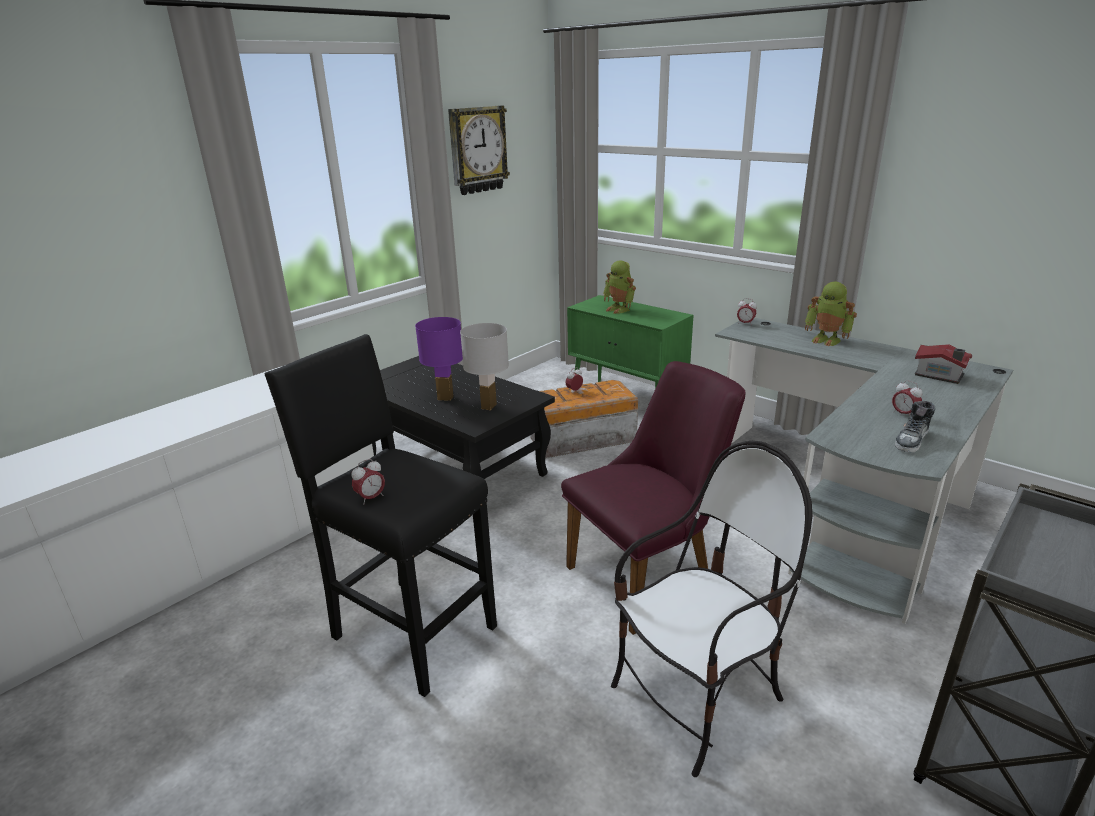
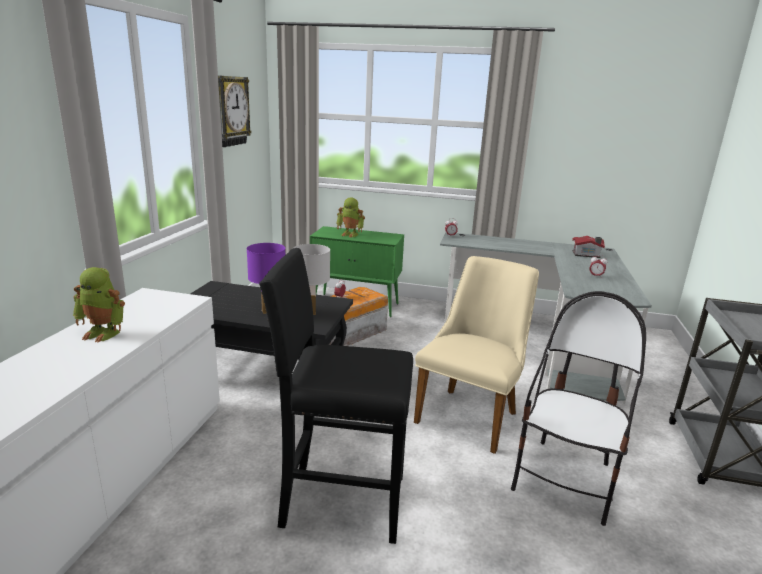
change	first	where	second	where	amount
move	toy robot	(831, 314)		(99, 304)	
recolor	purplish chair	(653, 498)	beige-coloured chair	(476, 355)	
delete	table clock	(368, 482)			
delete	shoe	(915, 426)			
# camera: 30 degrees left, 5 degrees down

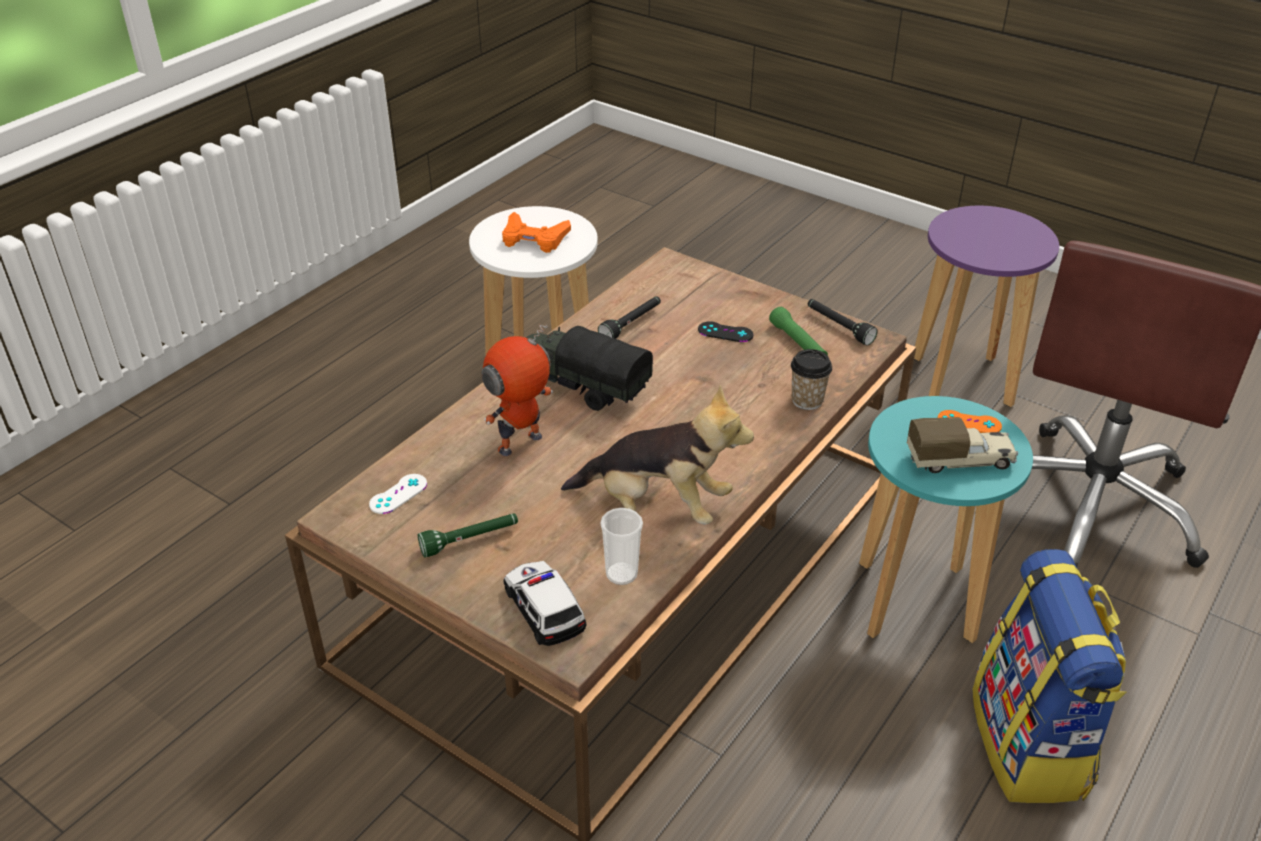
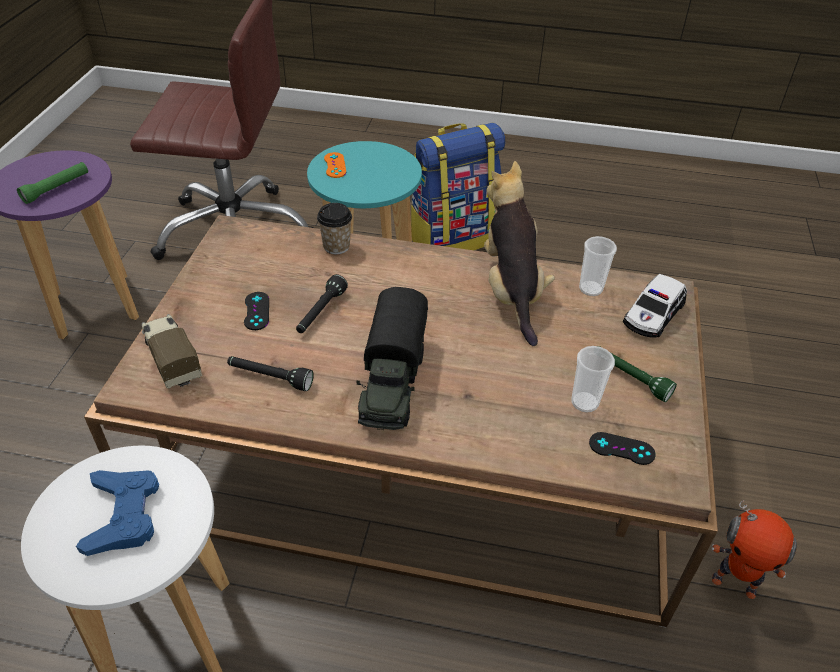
change	first	where	second	where	amount
move	green-coloured flashlight	(798, 331)		(52, 183)	
recolor	orangey gamepad	(536, 232)	blue gamepad	(117, 513)	
move	toy truck	(962, 445)		(172, 351)	
move	blackish flashlight	(842, 322)		(322, 303)	
insert			small cup	(593, 379)	
recolor	white gamepad	(398, 494)	blackish gamepad	(622, 448)	
move	toy robot	(517, 390)		(754, 549)	
# camera: 115 degrees left, 5 degrees up

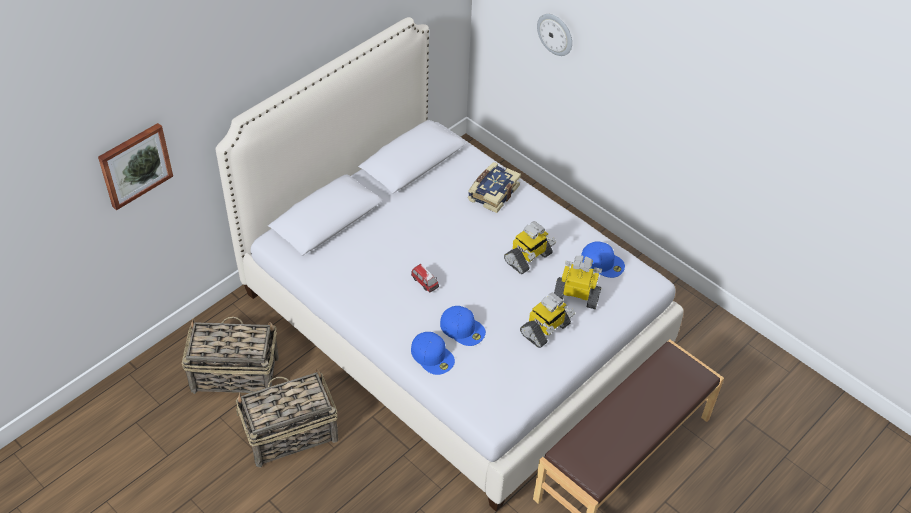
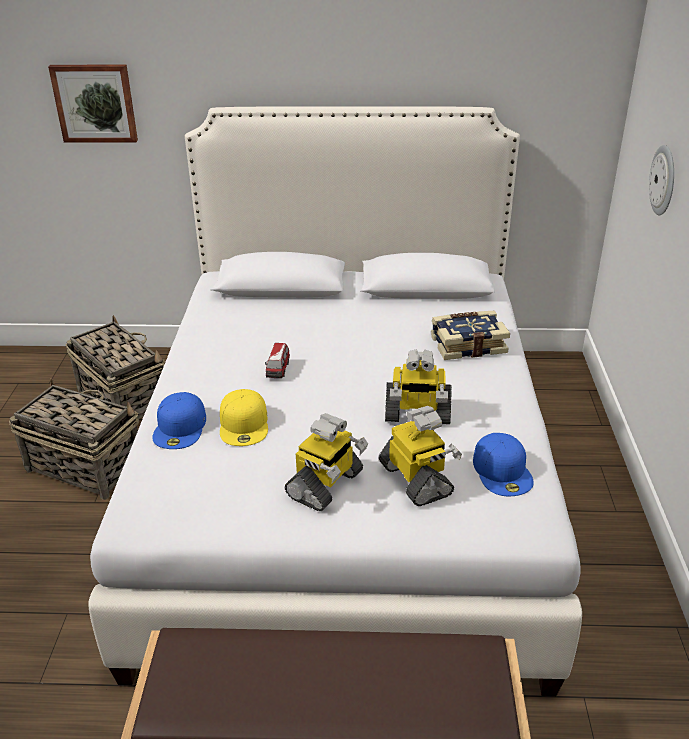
change	first	where	second	where	amount
recolor	blue peaked cap	(463, 326)	yellowish peaked cap	(244, 417)	
rotate	toy robot	(547, 320)		(326, 462)	60 degrees counterclockwise
# camera: 50 degrees right, 15 degrees down

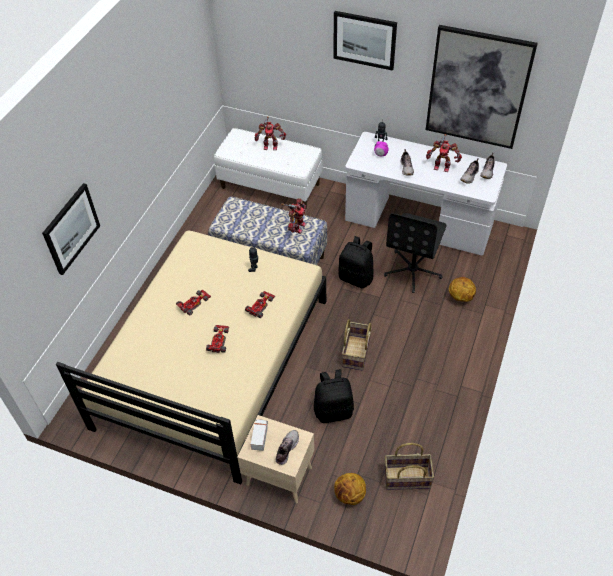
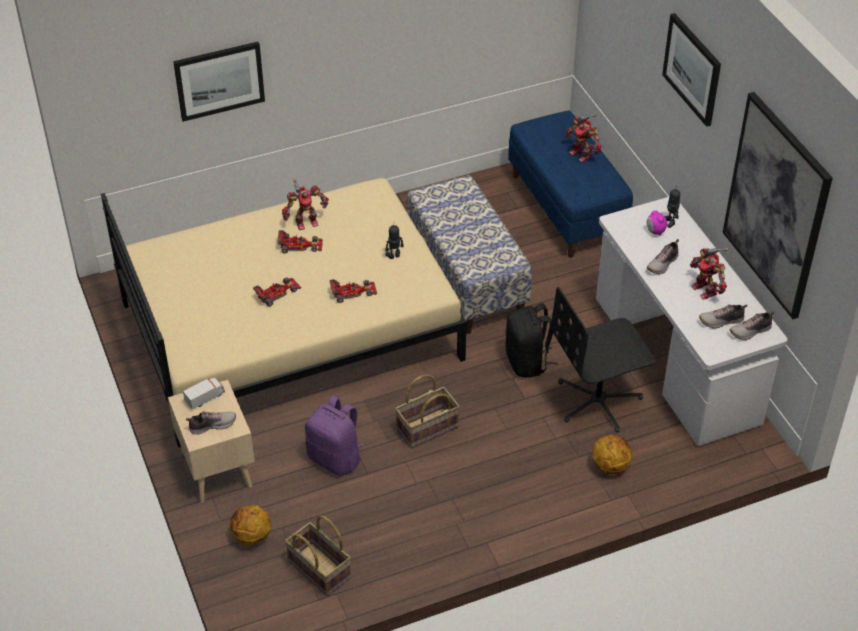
change	first	where	second	where	amount
move	toy robot	(293, 216)		(305, 204)	
recolor	blackish knapsack	(334, 396)	purplish knapsack	(334, 435)	
recolor	white long seat	(268, 169)	blue long seat	(570, 184)	
# camera: 45 degrees right, 5 degrees down

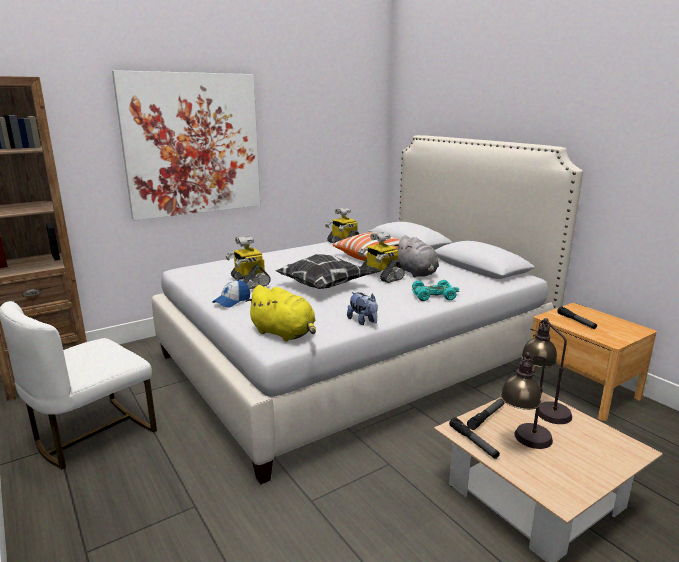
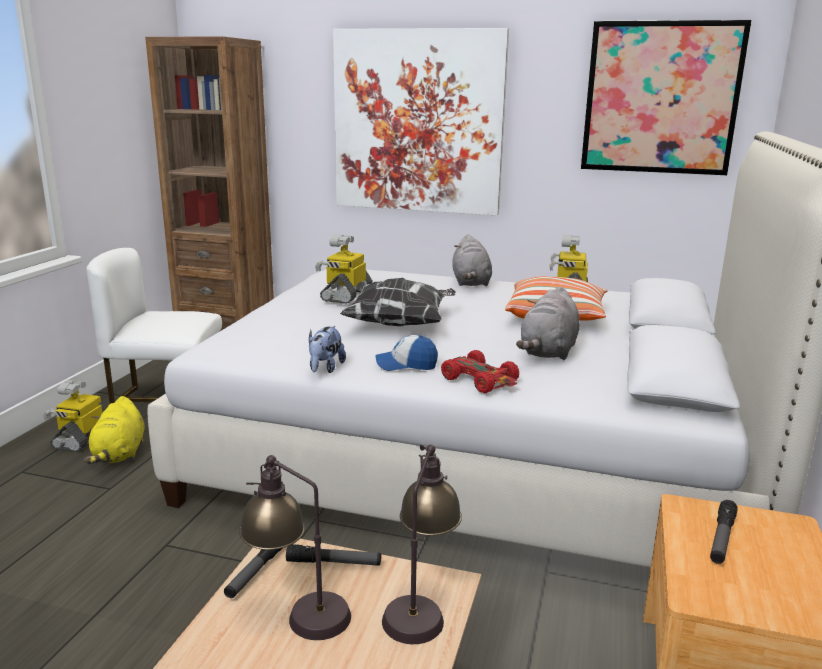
change	first	where	second	where	amount
move	toy robot	(381, 257)		(74, 416)	
move	yellowish soft toy	(280, 313)		(114, 430)	
move	peaked cap	(231, 293)		(406, 353)	
recolor	turquoise toy car	(436, 290)	red toy car	(480, 371)	
insert			gray soft toy	(472, 260)	
insert			wall art	(666, 97)	
# camera: 50 degrees right, 0 degrees up

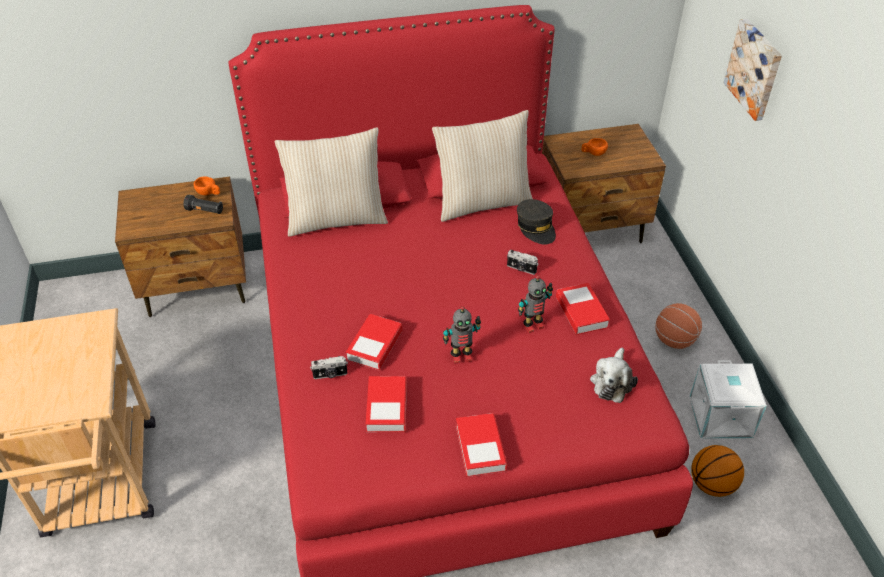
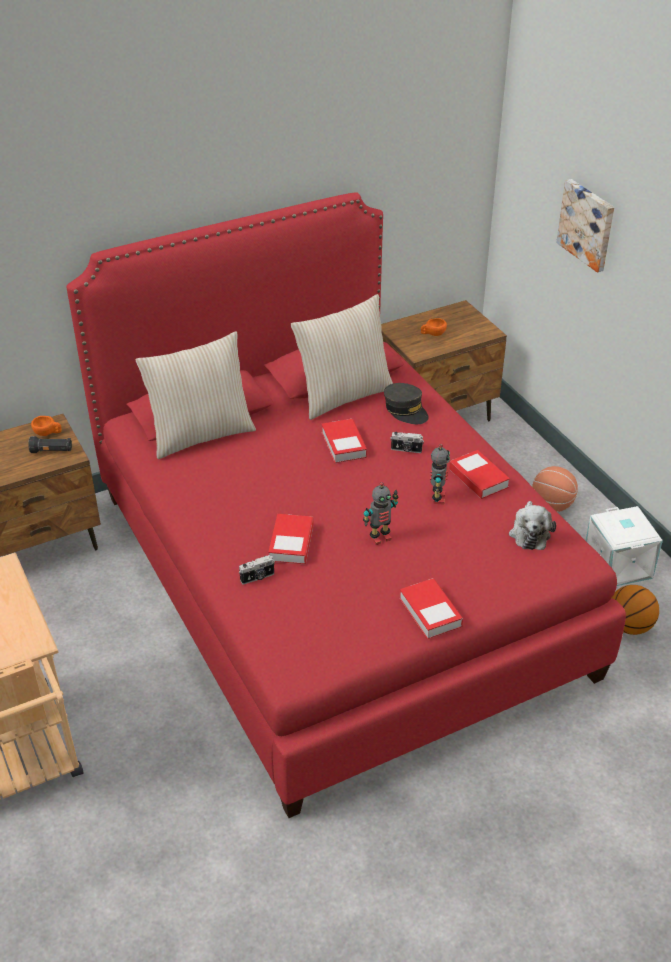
change	first	where	second	where	amount
move	bound book	(386, 404)		(344, 441)	
rotate	toy robot	(535, 304)		(440, 474)	45 degrees counterclockwise
# camera: 15 degrees left, 5 degrees down

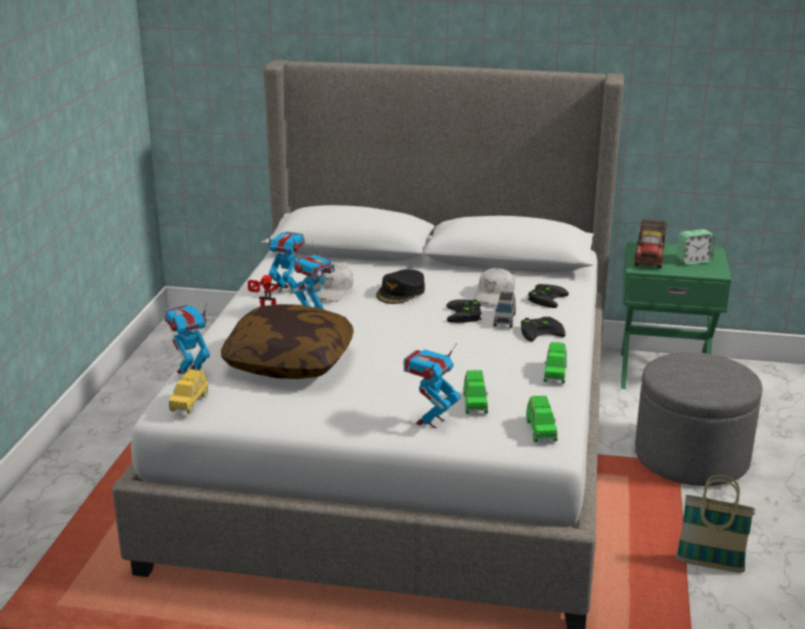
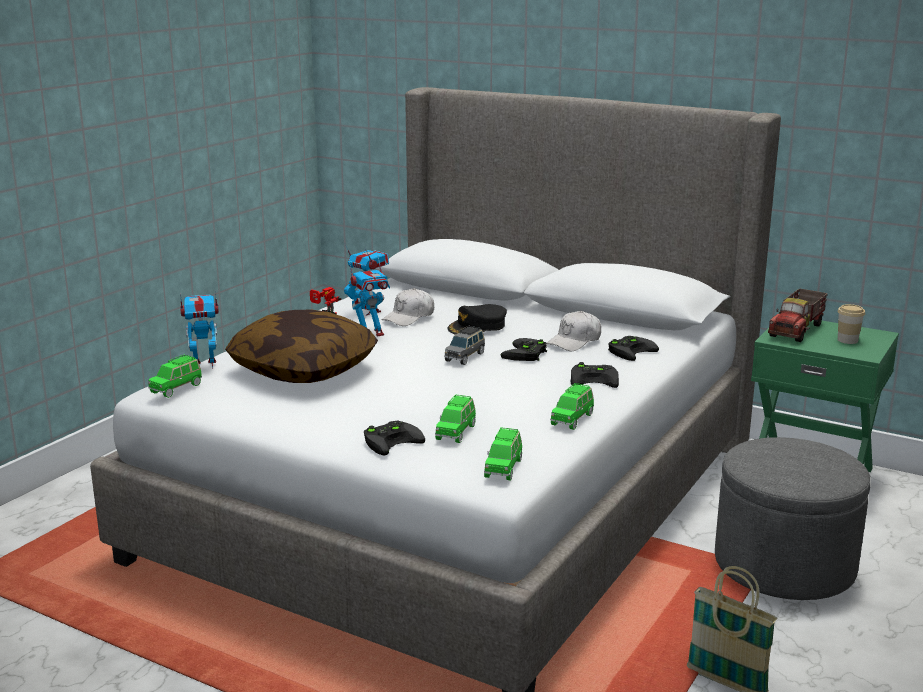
change	first	where	second	where	amount
recolor	yellowish toy car	(188, 391)	green-coloured toy car	(175, 376)	
replace	toy robot	(431, 385)	blackish gamepad	(394, 437)	
move	gray toy car	(505, 309)		(464, 345)	
replace	table clock	(695, 247)	small cup	(851, 324)	
# camera: 20 degrees right, 5 degrees down

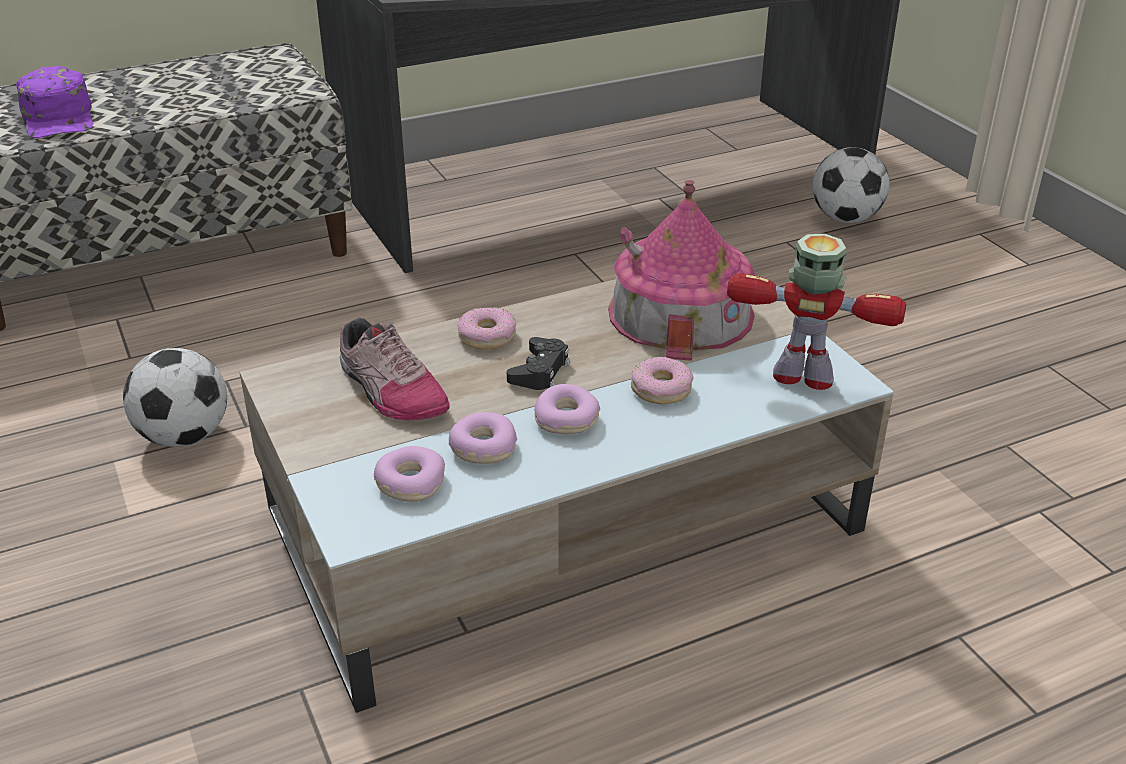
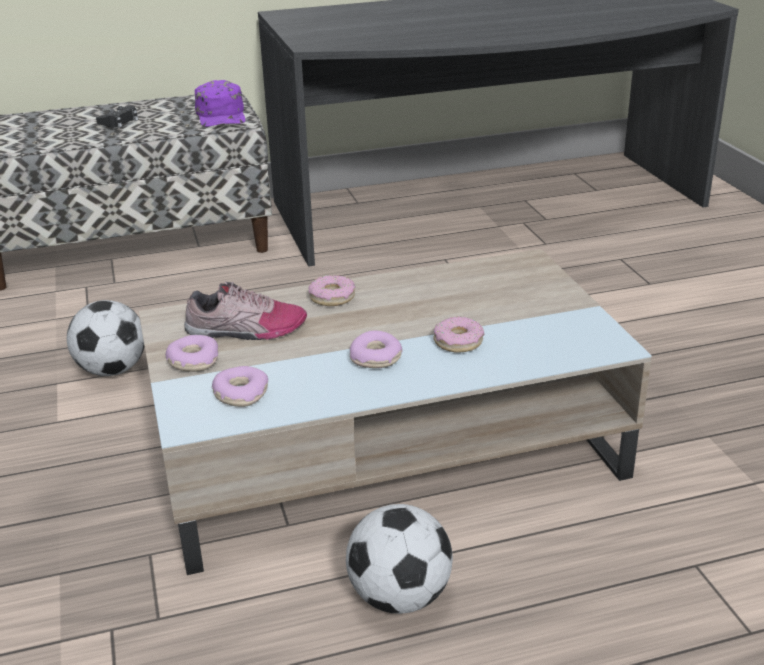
change	first	where	second	where	amount
move	blackish gamepad	(538, 363)		(117, 117)	
move	ring doughnut	(483, 438)		(192, 353)	
rotate	shoe	(394, 369)		(245, 310)	60 degrees counterclockwise
move	purplish peaked cap	(54, 102)		(220, 103)	
move	football	(851, 185)		(399, 559)	
delete	toy house	(681, 270)			
delete	toy robot	(817, 312)			
# camera: 10 degrees right, 5 degrees down

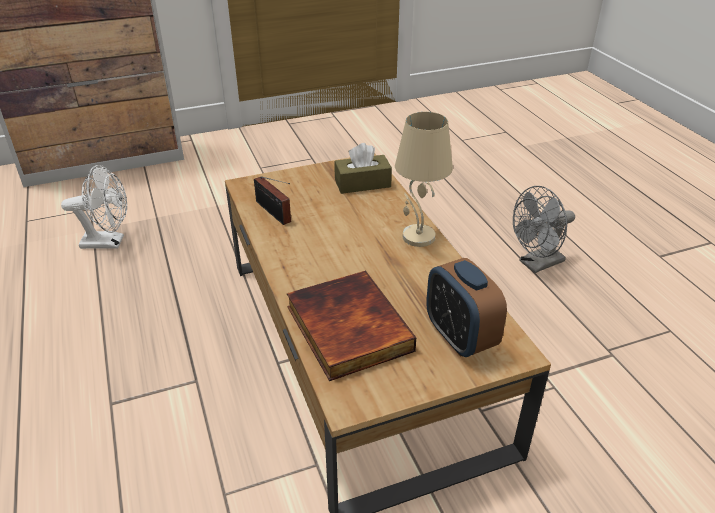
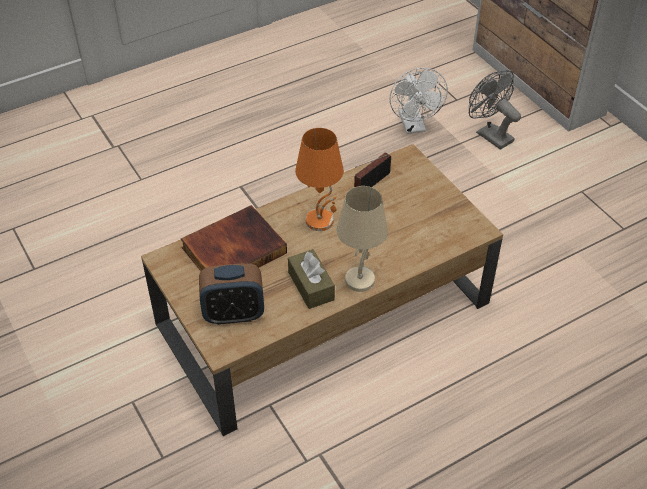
change	first	where	second	where	amount
rotate	table clock	(466, 307)		(231, 294)	150 degrees counterclockwise
move	brownish tissue holder	(363, 168)		(311, 279)	
insert			orangey tabletop lamp	(319, 179)	
move	gray electric fan	(544, 229)		(495, 110)	
# camera: 80 degrees right, 10 degrees up

